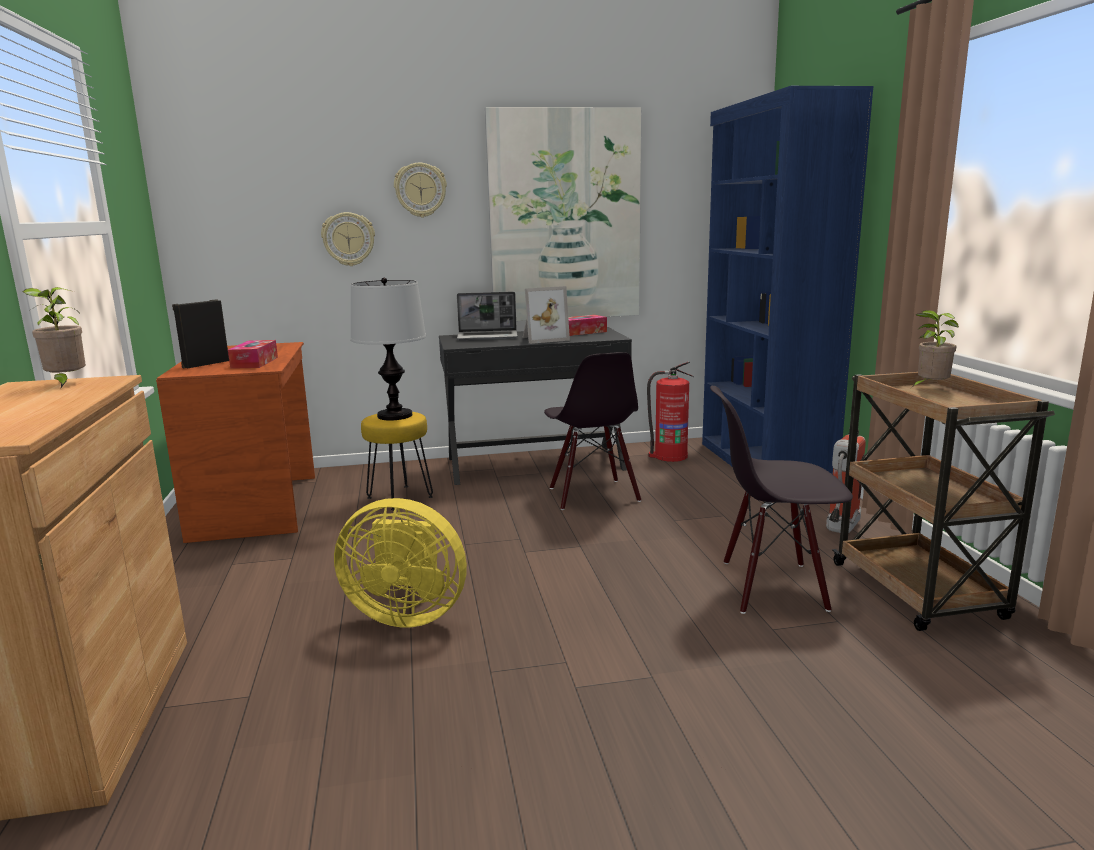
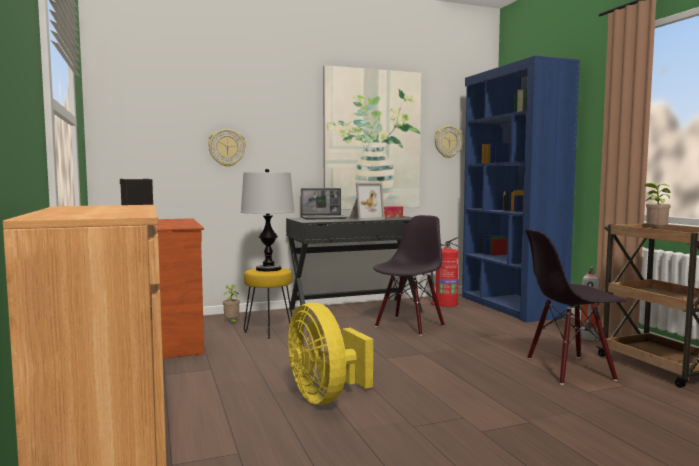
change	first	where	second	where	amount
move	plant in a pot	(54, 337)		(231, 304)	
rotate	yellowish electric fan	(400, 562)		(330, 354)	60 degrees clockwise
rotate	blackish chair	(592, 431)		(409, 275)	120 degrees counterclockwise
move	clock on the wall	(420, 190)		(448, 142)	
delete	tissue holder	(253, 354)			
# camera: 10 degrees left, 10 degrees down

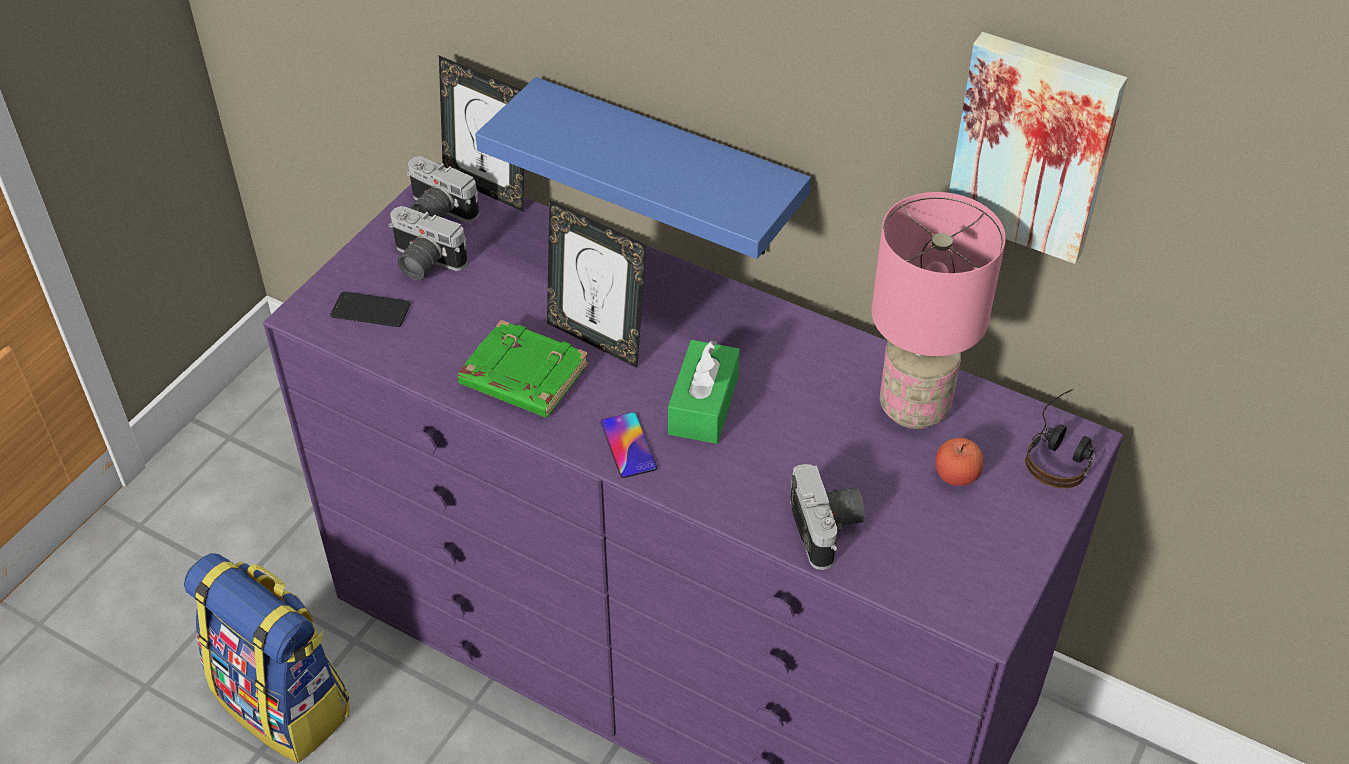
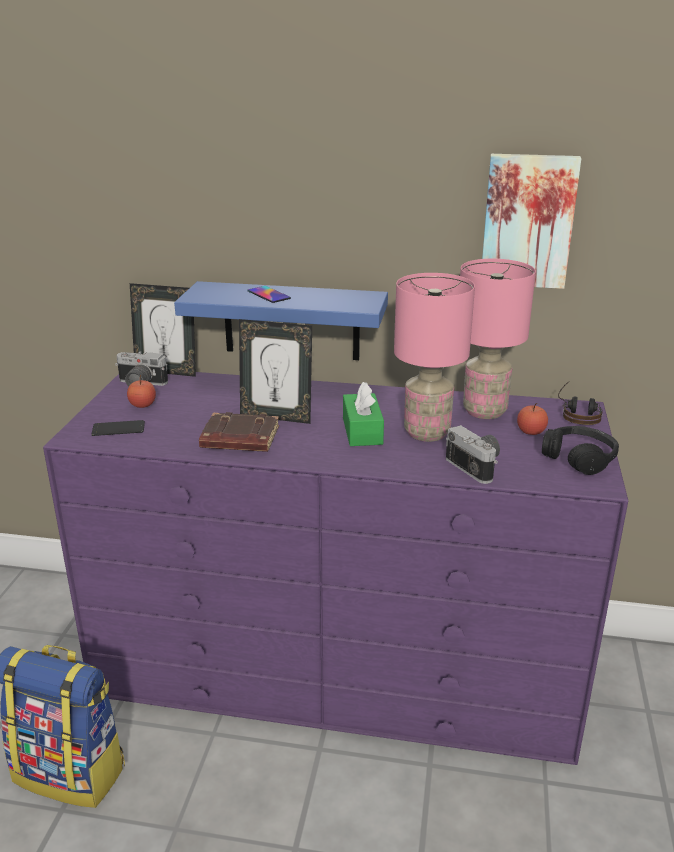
change	first	where	second	where	amount
replace	still camera	(428, 243)	whole apple	(141, 391)	
recolor	green-coloured bound book	(523, 369)	brownish bound book	(239, 432)	
move	telephone	(628, 445)		(269, 294)	
insert			pink-coloured tabletop lamp	(434, 357)	
insert			blackish headset	(580, 450)	
# camera: 20 degrees left, 20 degrees down

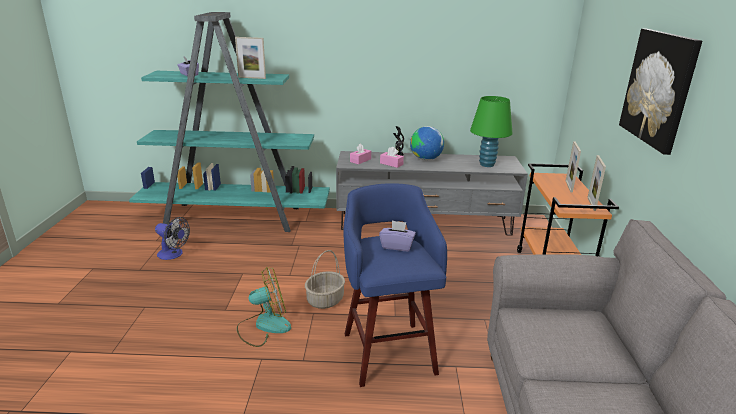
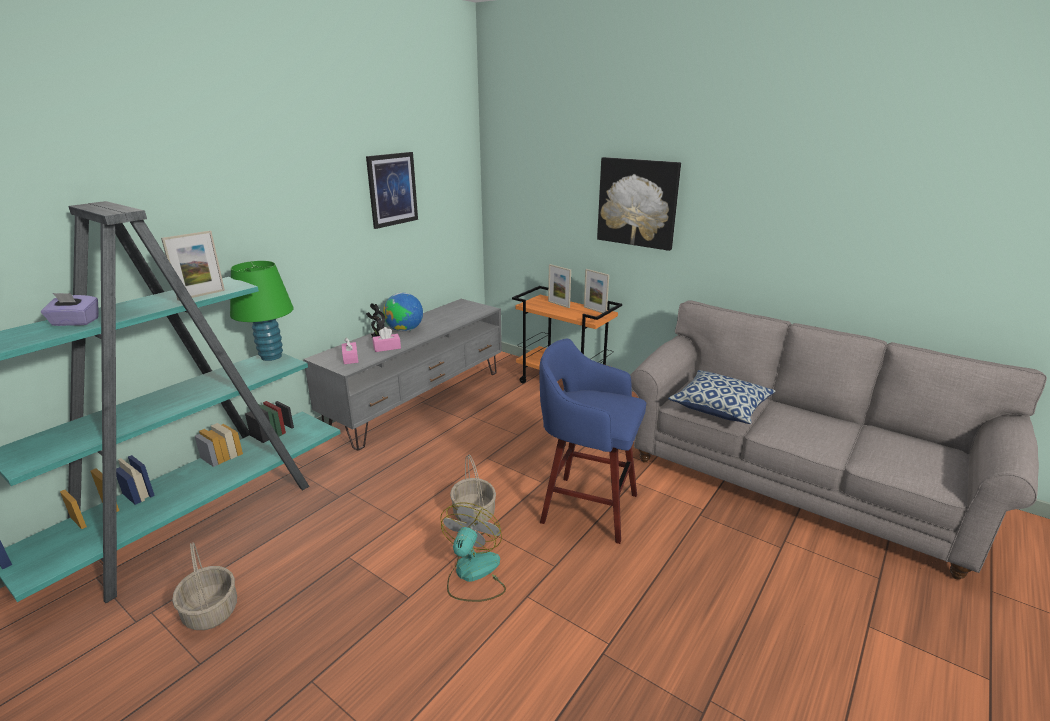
change	first	where	second	where	amount
replace	electric fan	(172, 238)	storage basket	(204, 586)	
move	green-coloured tabletop lamp	(491, 131)		(262, 311)	
insert			wall art	(392, 190)	
insert			pillow	(722, 397)	
delete	purplish tissue holder	(397, 235)			
# camera: 55 degrees left, 0 degrees up

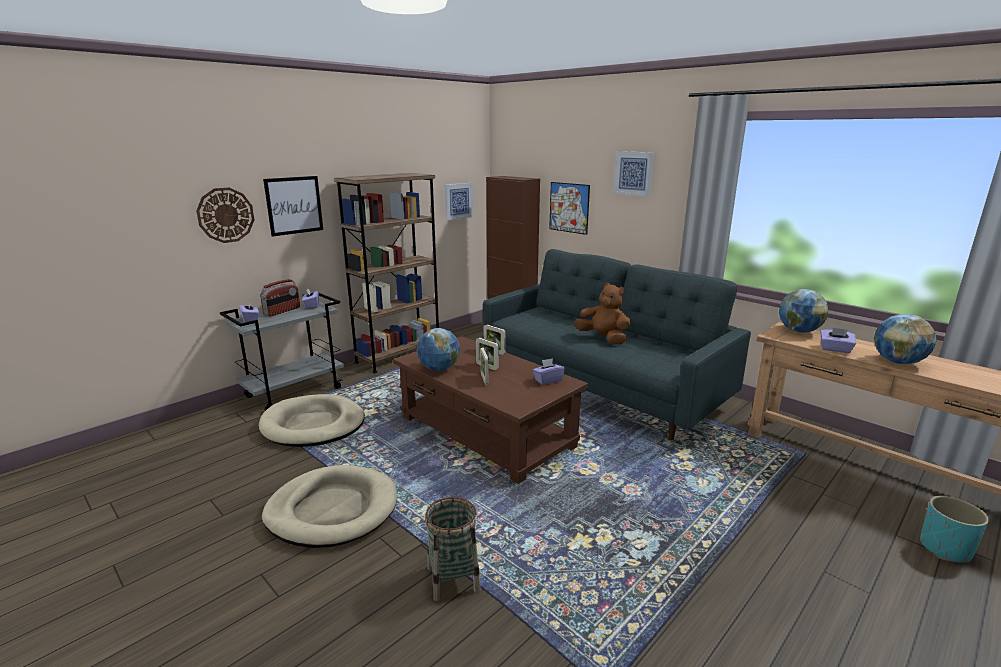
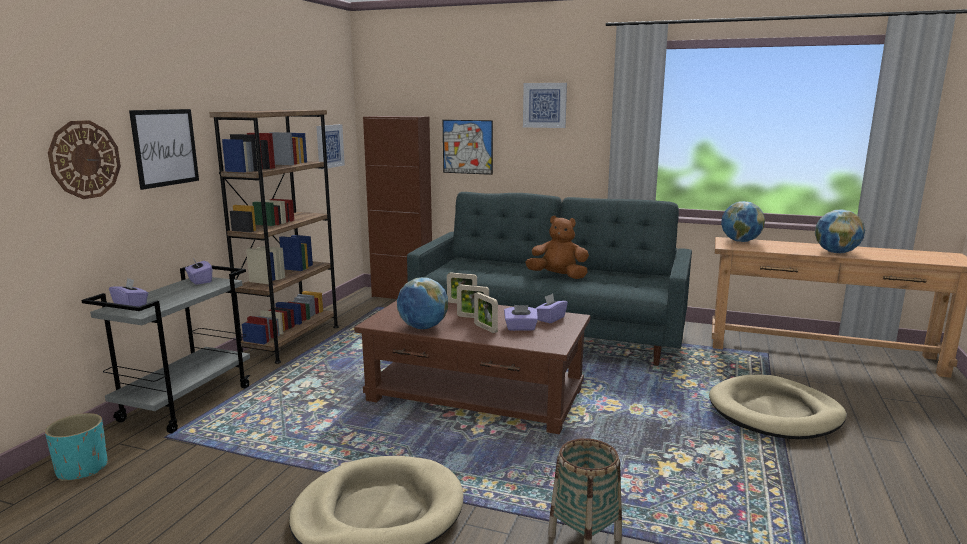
change	first	where	second	where	amount
move	turquoise flower pot	(954, 529)		(76, 447)	
move	purplish tissue holder	(838, 340)		(521, 318)	
move	beige-coloured dog bed	(312, 420)		(777, 407)	
delete	radio receiver	(280, 298)			
# camera: 25 degrees left, 5 degrees down

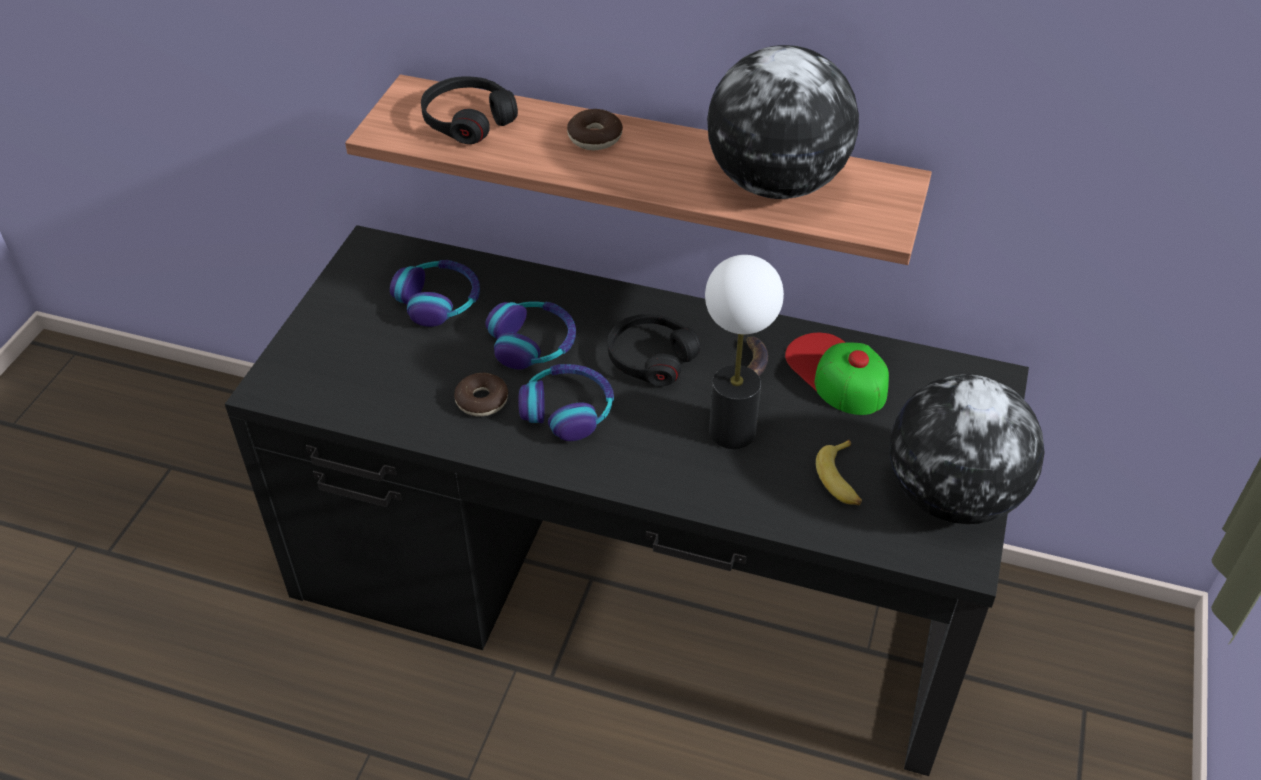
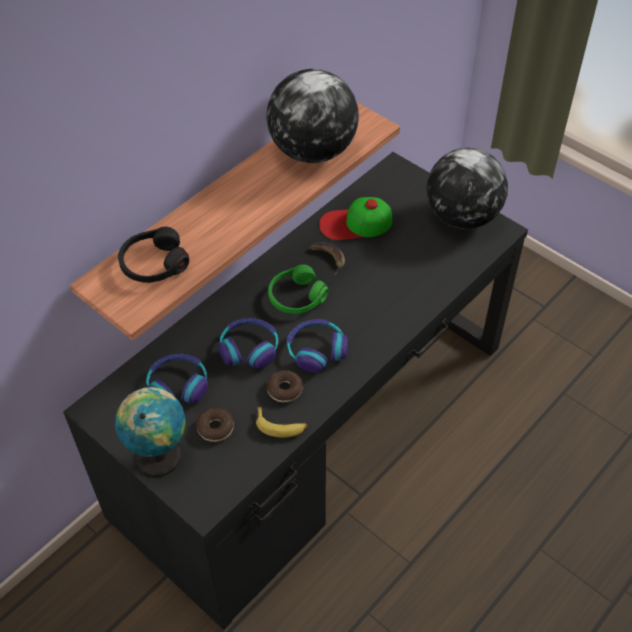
change	first	where	second	where	amount
insert			world globe	(150, 432)	
move	ring doughnut	(595, 129)		(215, 425)	
move	whole banana	(839, 472)		(281, 422)	
recolor	blackish headset	(654, 350)	green-coloured headset	(298, 289)	
delete	tabletop lamp	(744, 352)			
# camera: 65 degrees left, 5 degrees up

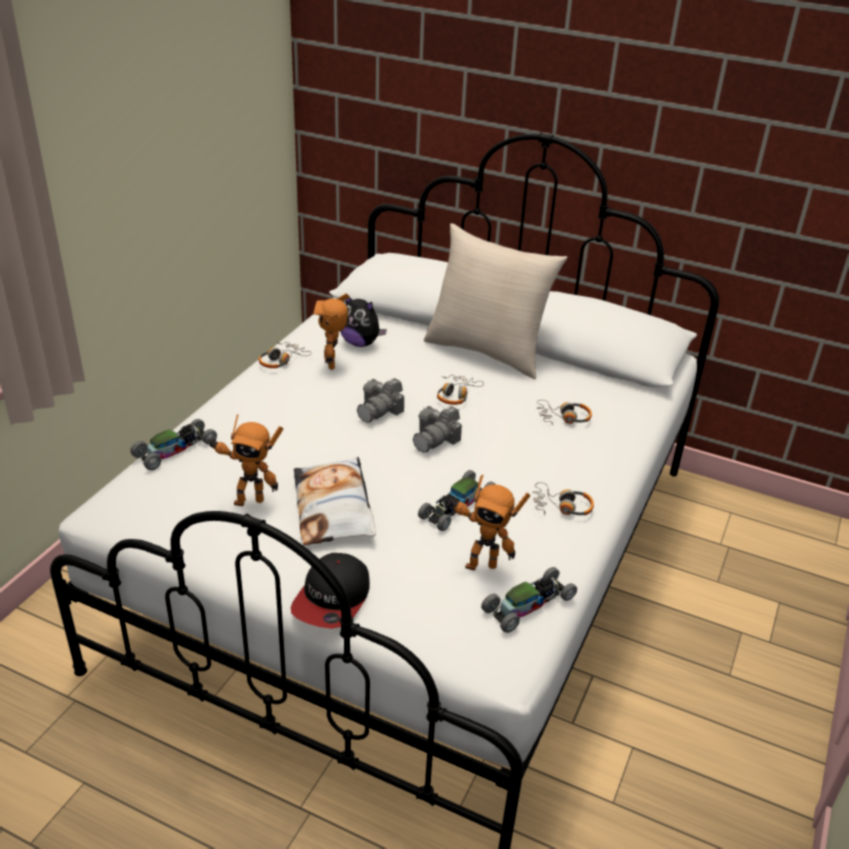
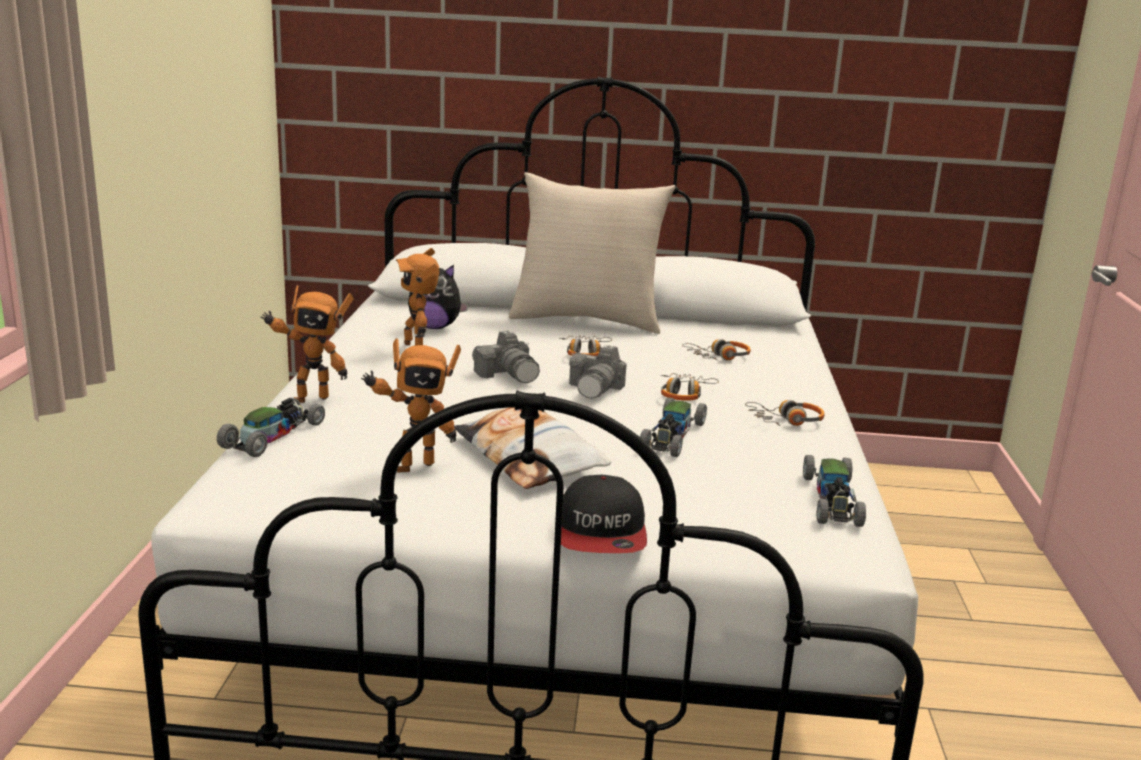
change	first	where	second	where	amount
move	toy robot	(488, 523)		(307, 344)	
rotate	still camera	(380, 400)		(506, 357)	45 degrees counterclockwise
move	headset	(284, 355)		(689, 387)	
rotate	toy car	(529, 600)		(834, 491)	150 degrees clockwise
# camera: 20 degrees left, 15 degrees down

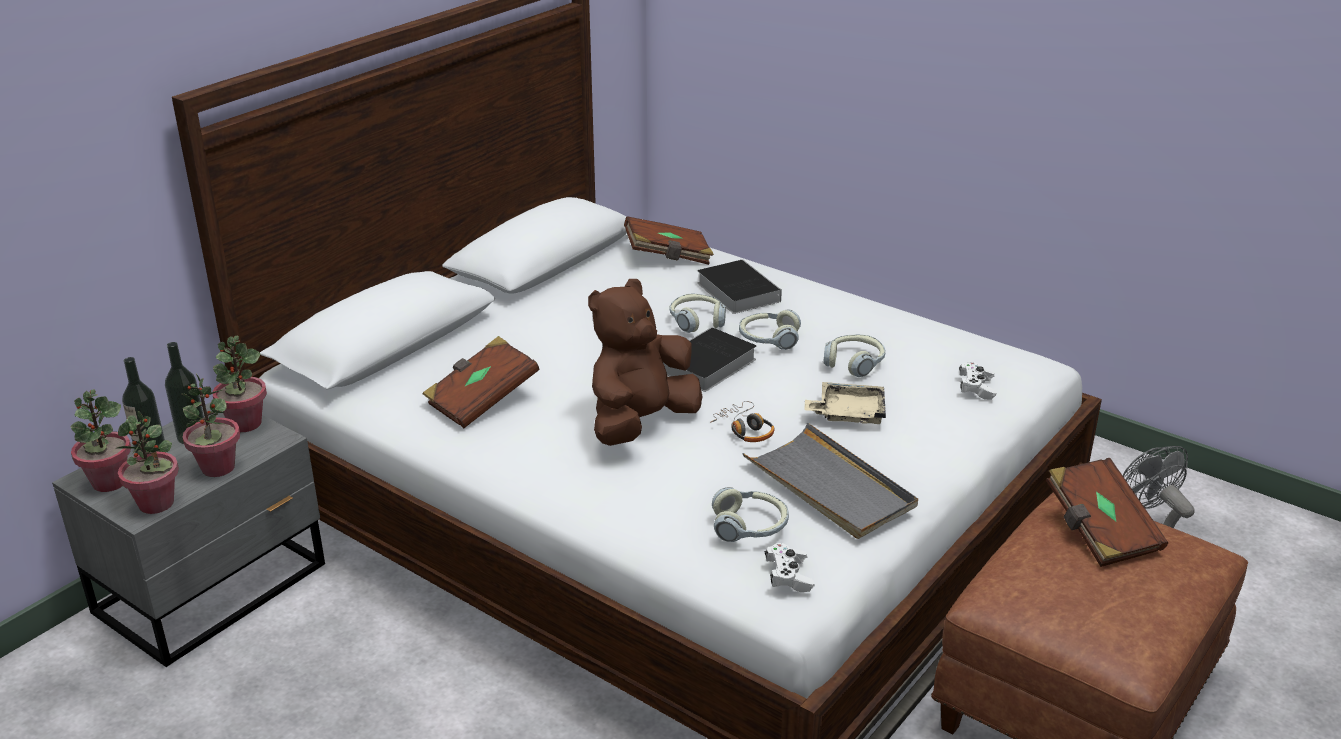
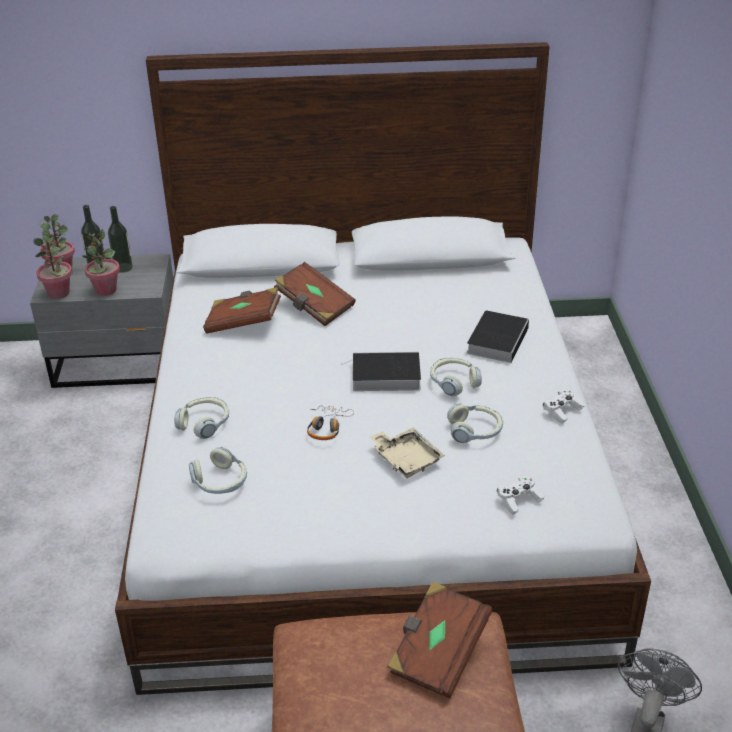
change	first	where	second	where	amount
move	headset	(697, 313)		(201, 418)	
move	brownish bound book	(669, 240)		(315, 294)	
move	white gamepad	(790, 567)		(564, 406)	
delete	plant in a pot	(240, 384)			
delete	brownish soft toy	(645, 362)			
delete	gray serving tray	(830, 481)			
# camera: 50 degrees right, 5 degrees up

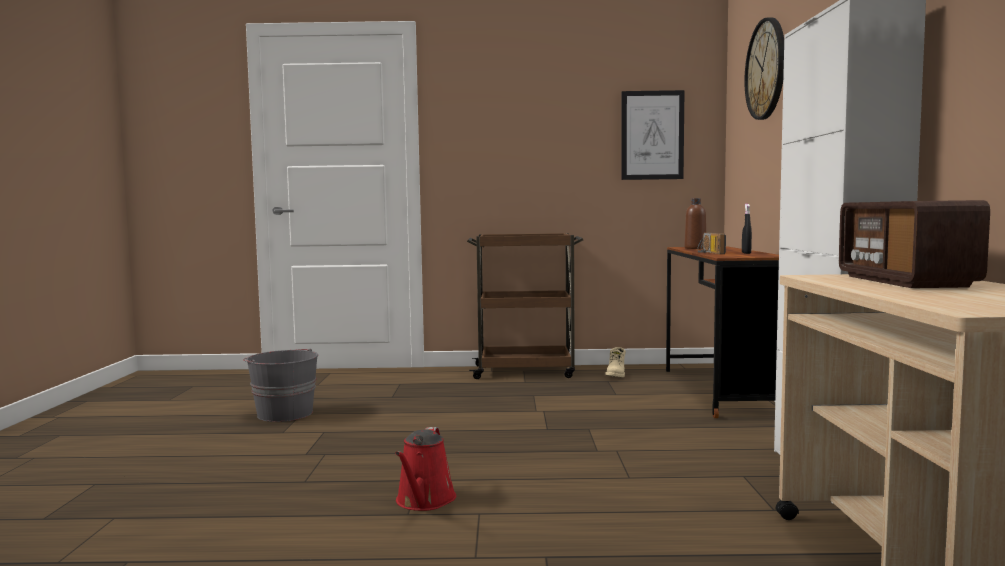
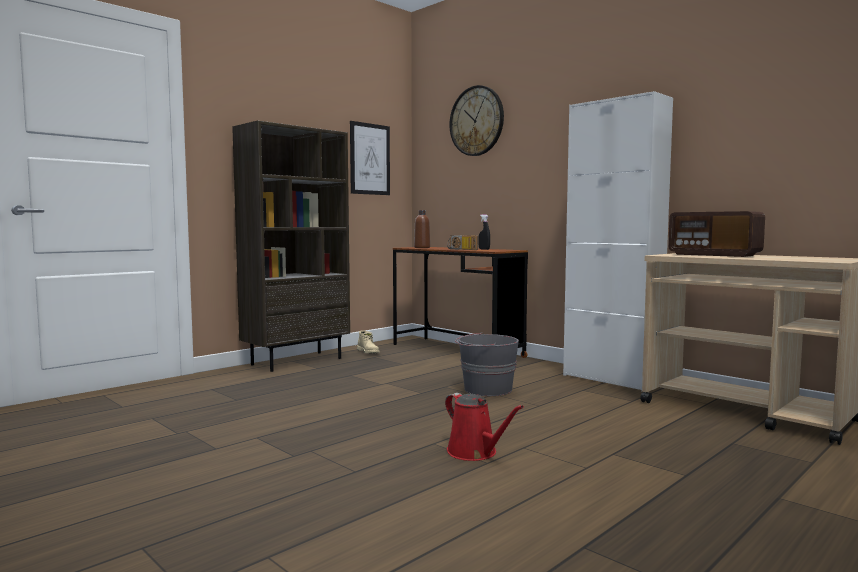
change	first	where	second	where	amount
replace	brownish wheeled cart	(525, 306)	brownish bookcase	(291, 246)	
move	gray bucket	(280, 385)		(487, 364)	
# camera: 45 degrees left, 0 degrees up

